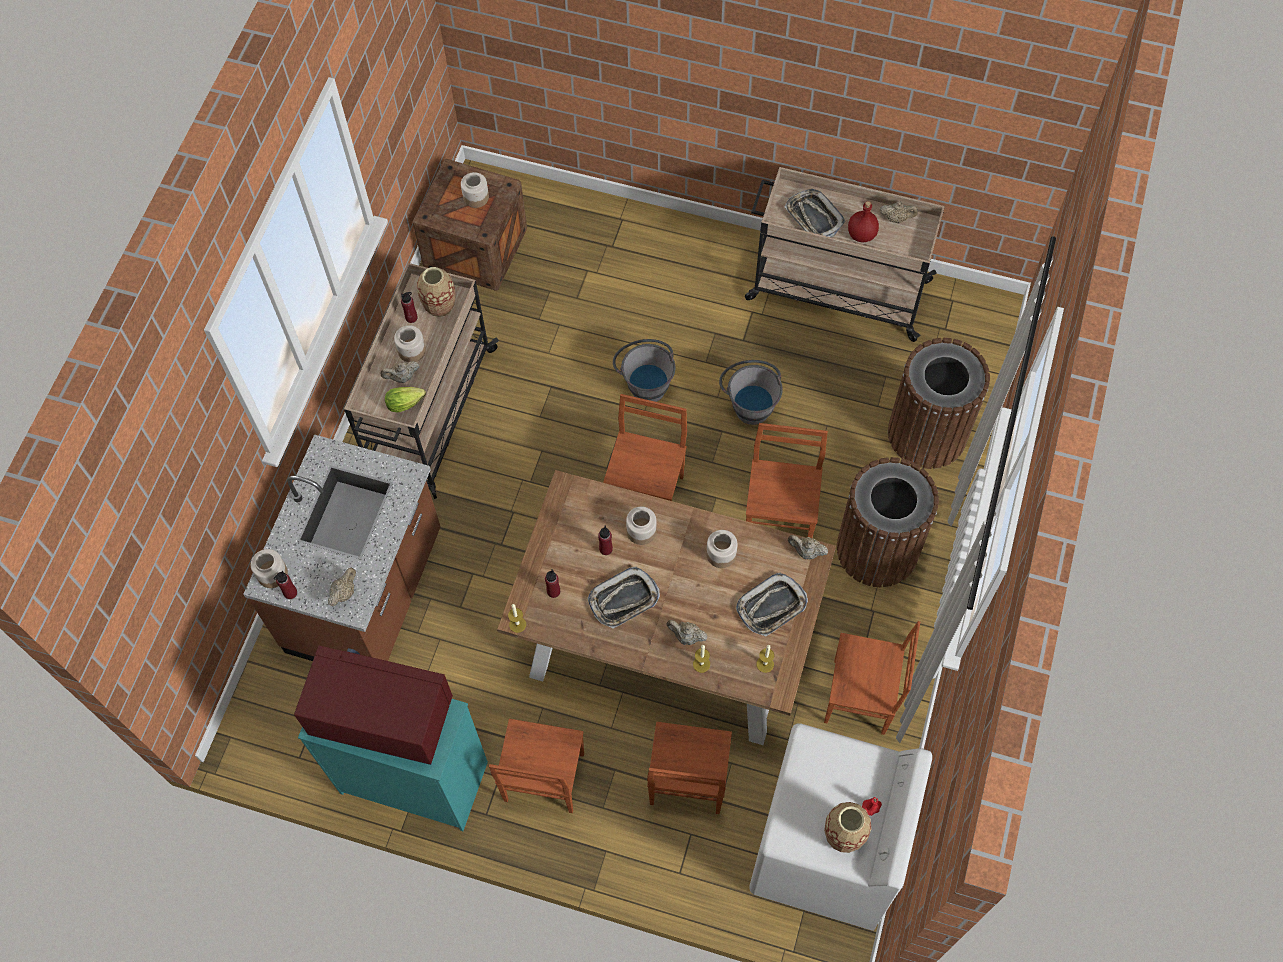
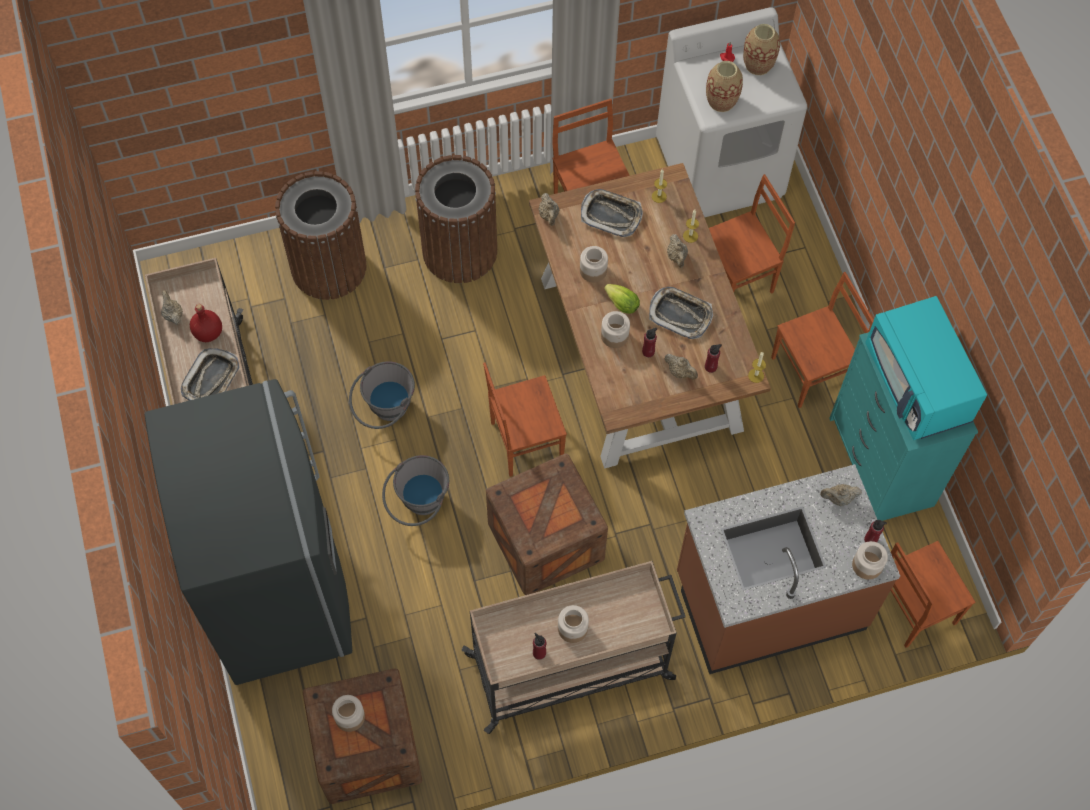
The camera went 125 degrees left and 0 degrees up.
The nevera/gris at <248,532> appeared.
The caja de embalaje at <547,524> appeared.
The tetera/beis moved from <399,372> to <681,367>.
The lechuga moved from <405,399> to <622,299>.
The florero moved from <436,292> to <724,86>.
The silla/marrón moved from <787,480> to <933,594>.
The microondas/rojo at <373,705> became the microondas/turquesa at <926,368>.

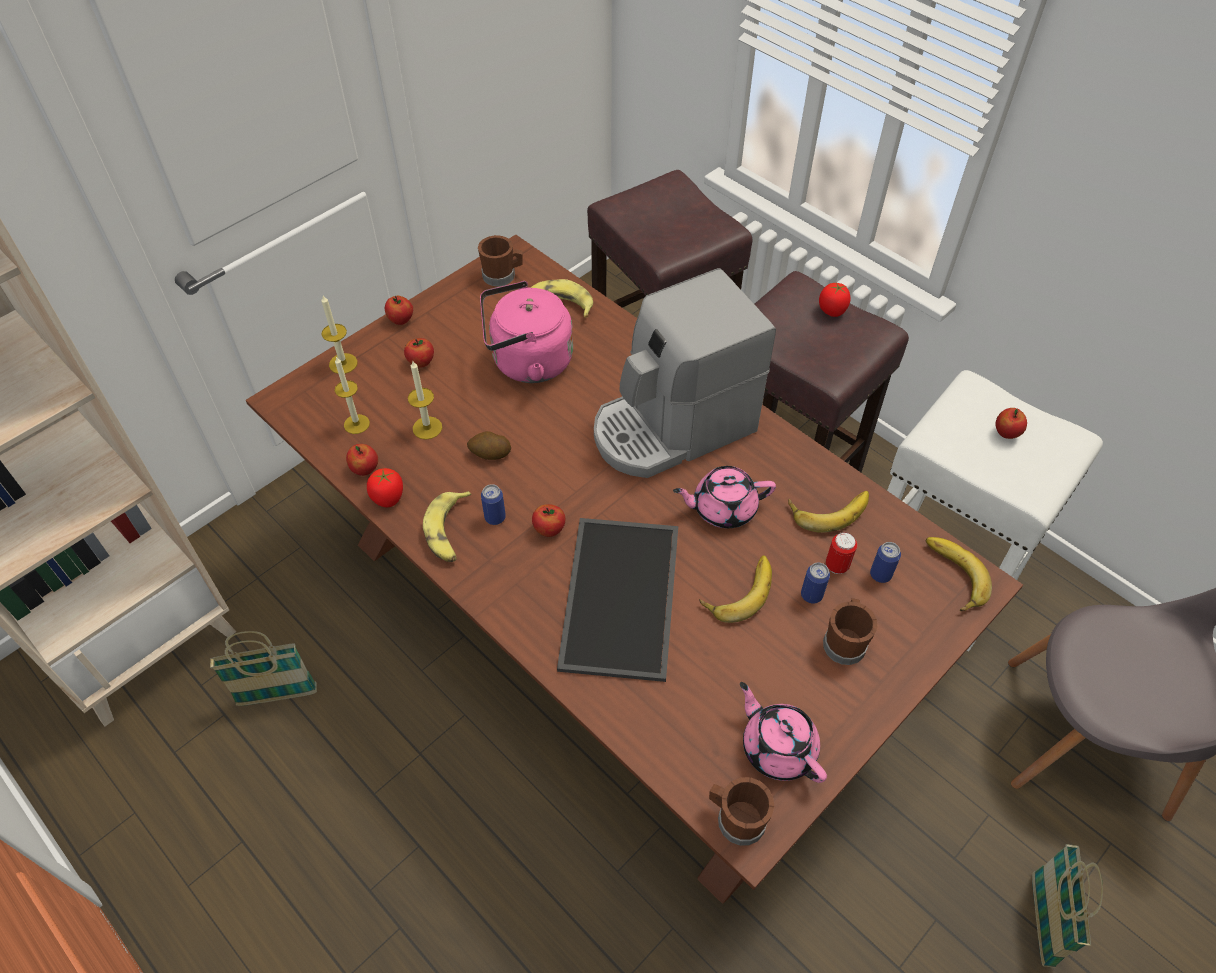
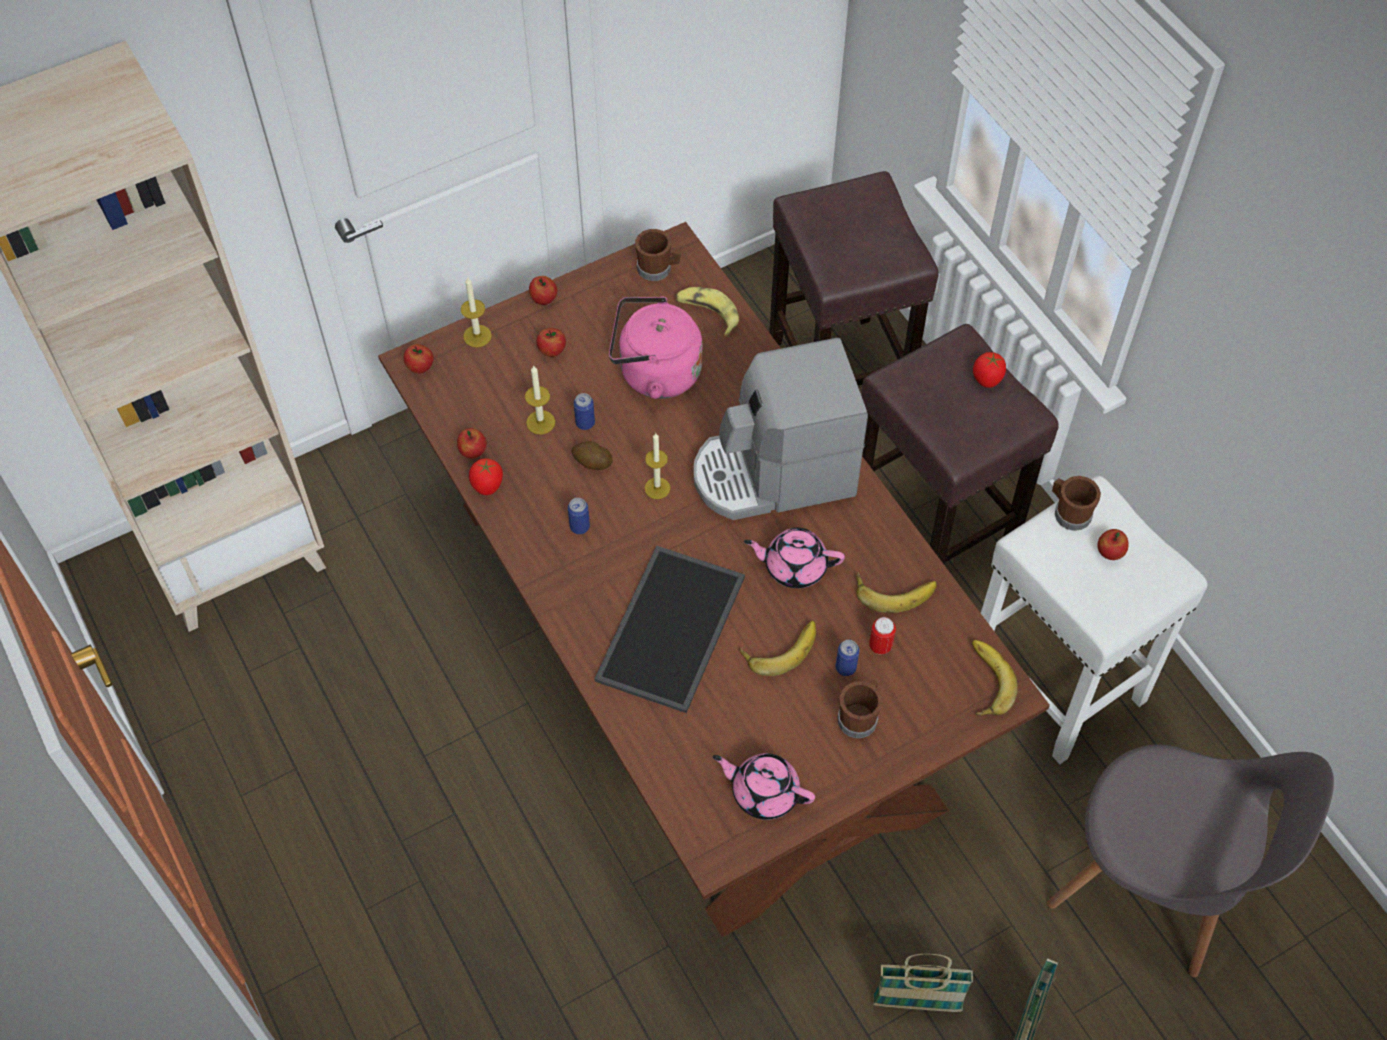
The camera went 15 degrees right and 5 degrees up.
The plátano at <447,526> disappeared.
The cesta moved from <263,668> to <923,983>.
The vela moved from <352,395> to <657,466>.
The manzana moved from <548,520> to <419,359>.
The taza grande/marrón moved from <741,811> to <1076,503>.
The lata moved from <885,562> to <584,411>.
The tetera/rosa at <783,732> turned 45 degrees counterclockwise.

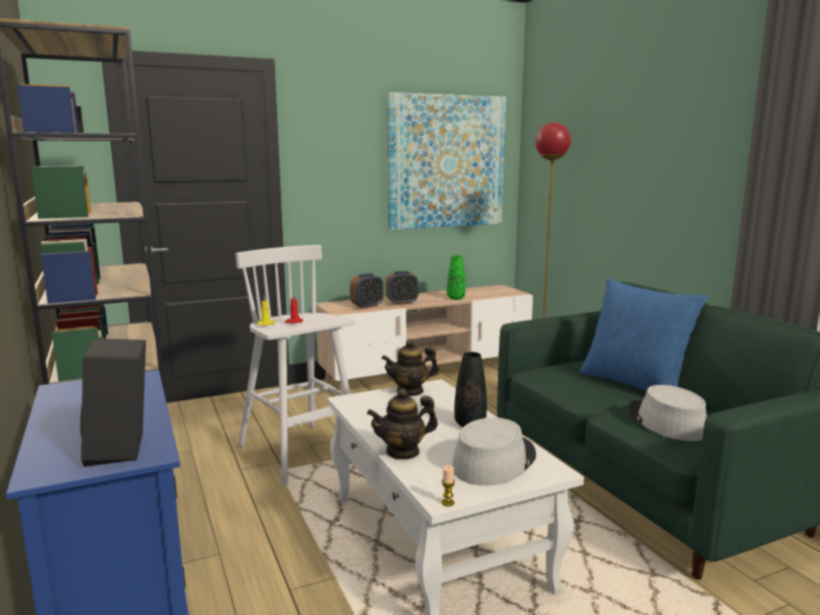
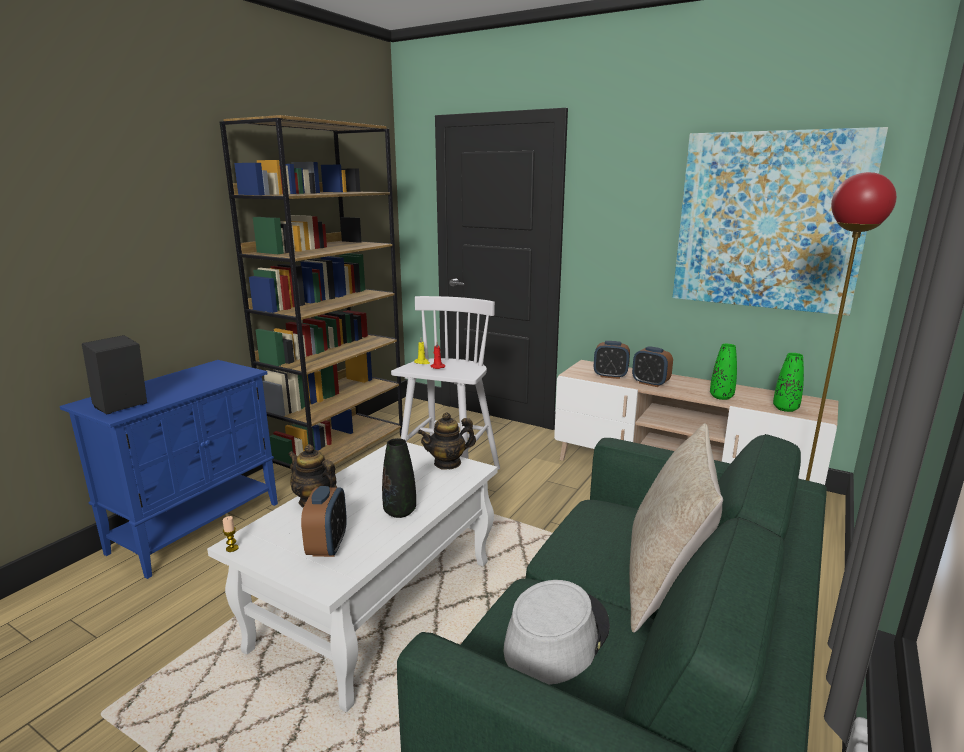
The camera went 55 degrees right and 5 degrees up.
The florero/verde at <788,382> appeared.
The sombrero/gris at <494,452> was replaced by the despertador at <324,521>.
The cojín/azul at <643,334> became the cojín/beis at <676,528>.
The tetera at <410,367> turned 60 degrees counterclockwise.

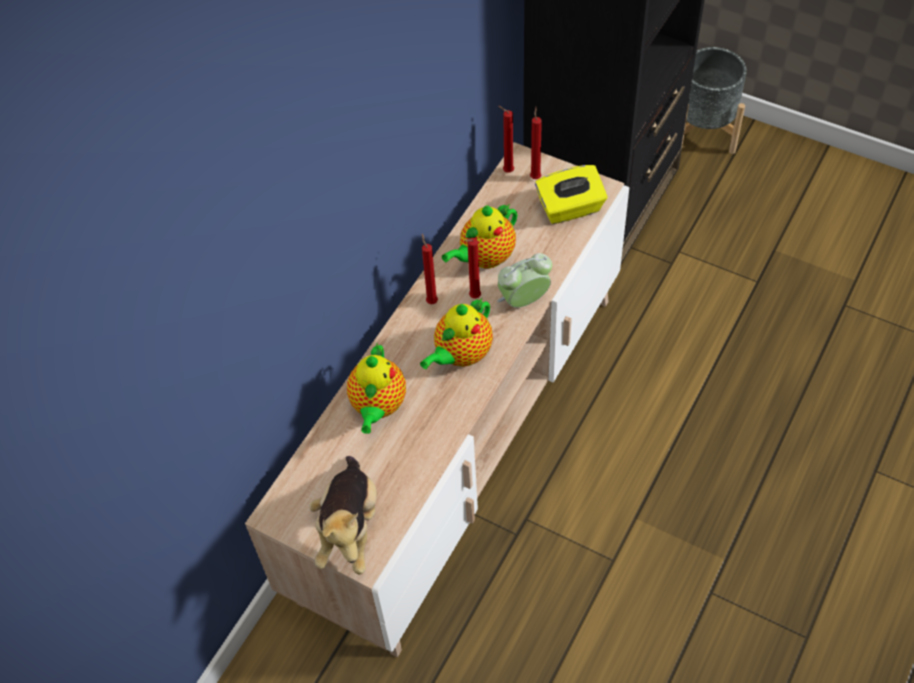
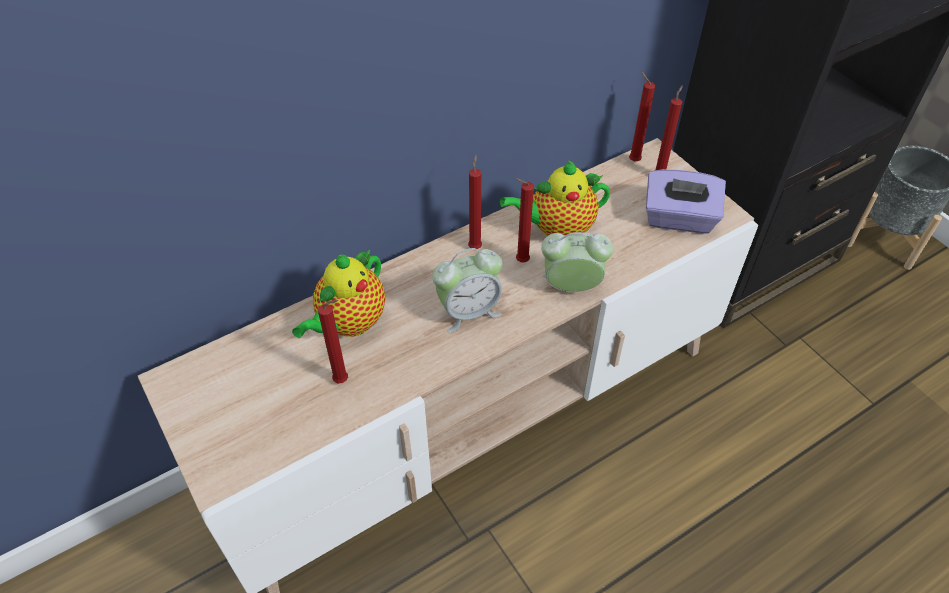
The camera went 25 degrees right and 5 degrees down.
The peluche at <343,515> disappeared.
The vela/rojo at <333,342> appeared.
The tetera at <456,333> was replaced by the despertador at <467,290>.
The caja de pañuelos/amarillo at <571,194> became the caja de pañuelos/morado at <686,201>.

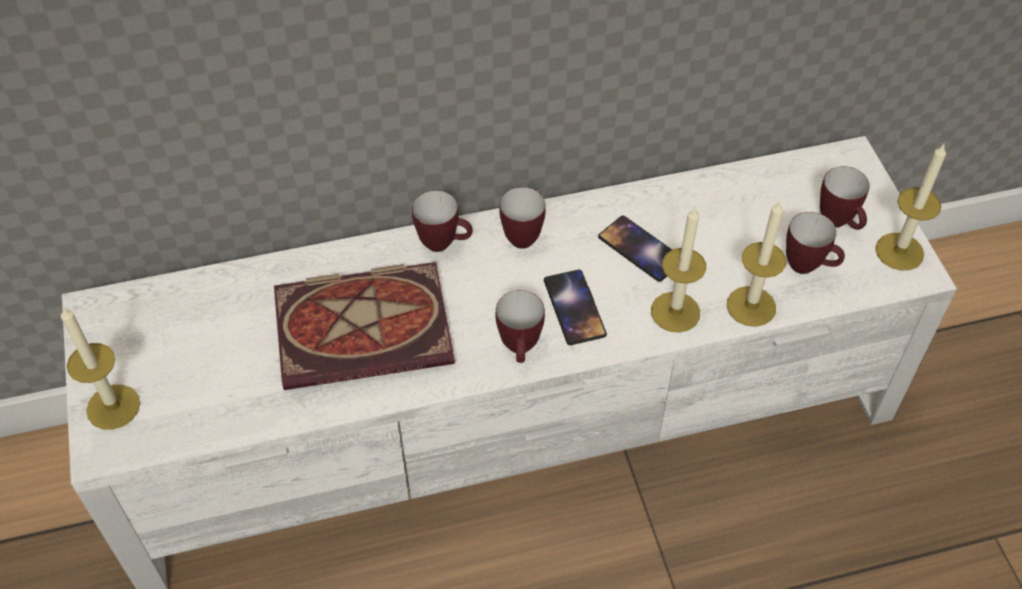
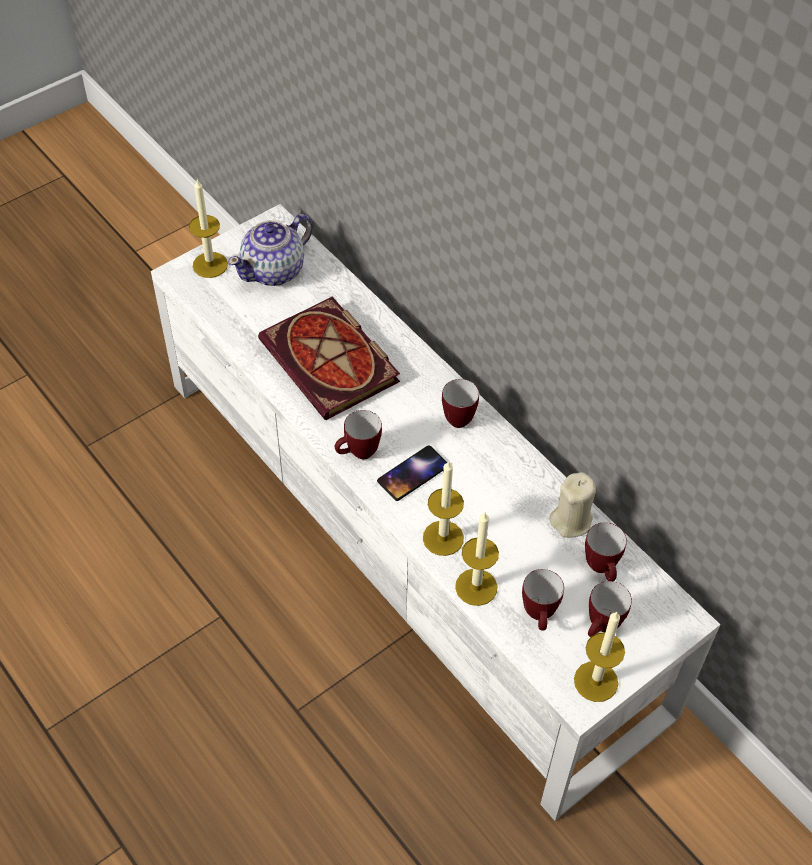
The camera went 65 degrees right and 0 degrees up.
The móvil at <635,249> disappeared.
The tetera at <270,250> appeared.
The vela/beis at <572,505> appeared.
The taza grande moved from <442,221> to <606,551>.

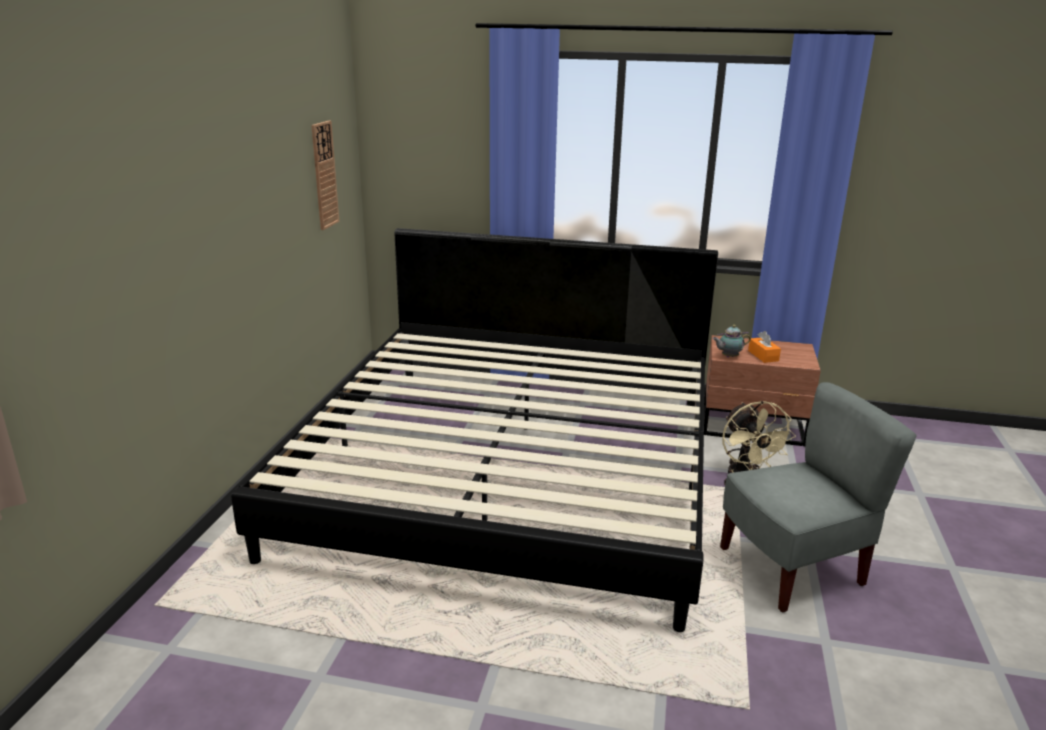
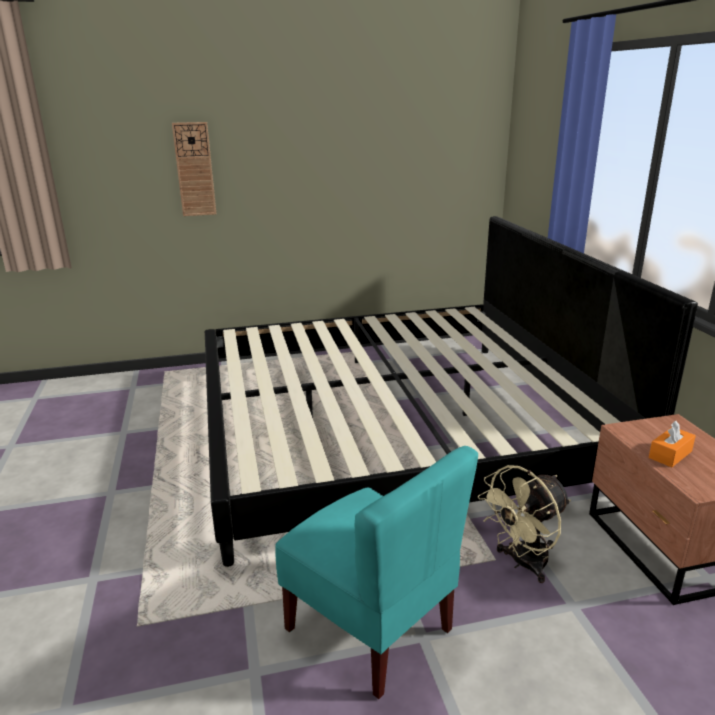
The camera went 65 degrees right and 0 degrees up.
The tetera at <731,341> disappeared.
The reloj de pared moved from <325,175> to <194,169>.
The silla/gris at <818,497> became the silla/turquesa at <376,572>.

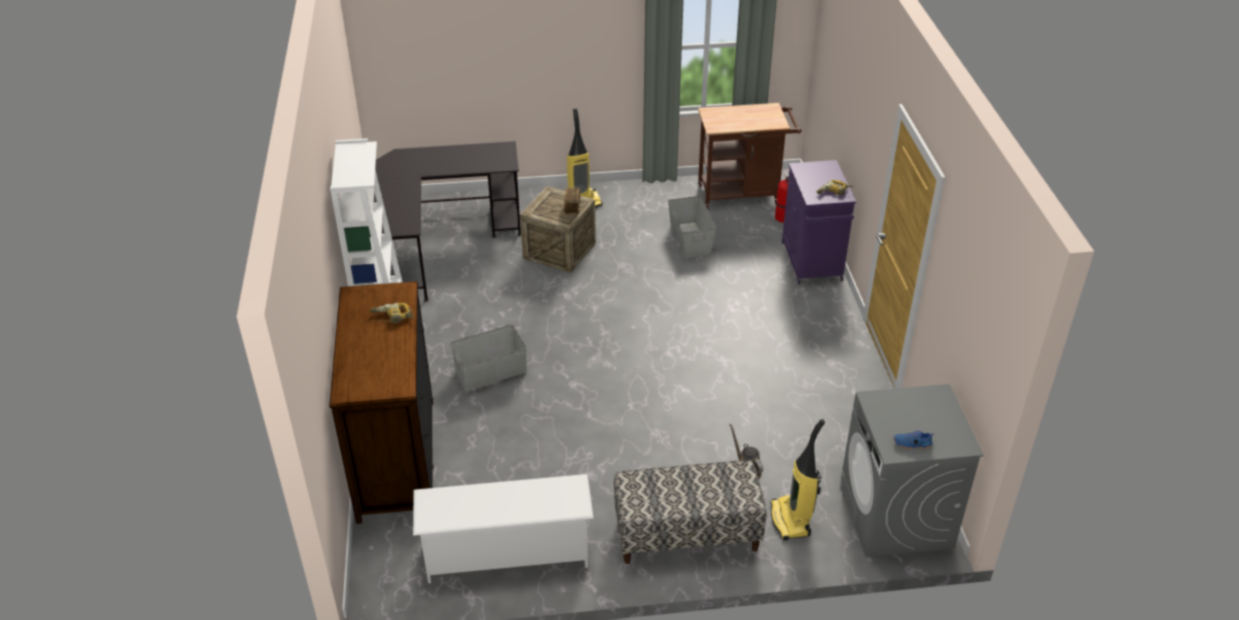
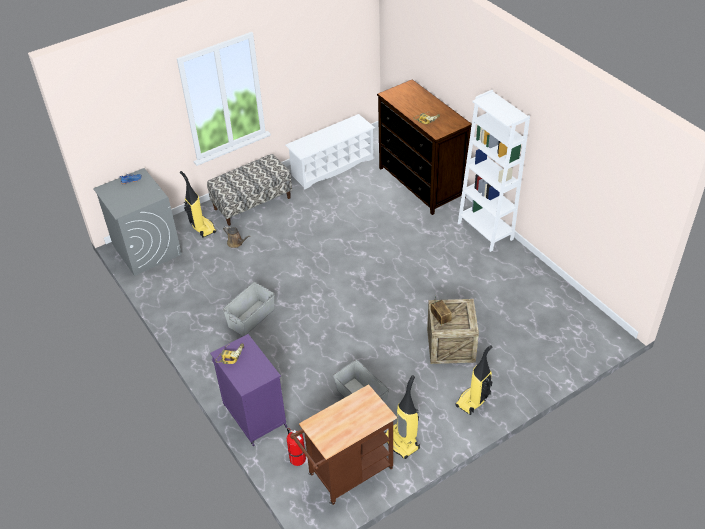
The camera went 155 degrees right and 5 degrees up.
The escritorio/negro at <447,221> disappeared.
The aspiradora at <402,417> appeared.
The caja de almacenaje/gris moved from <489,358> to <249,309>.

